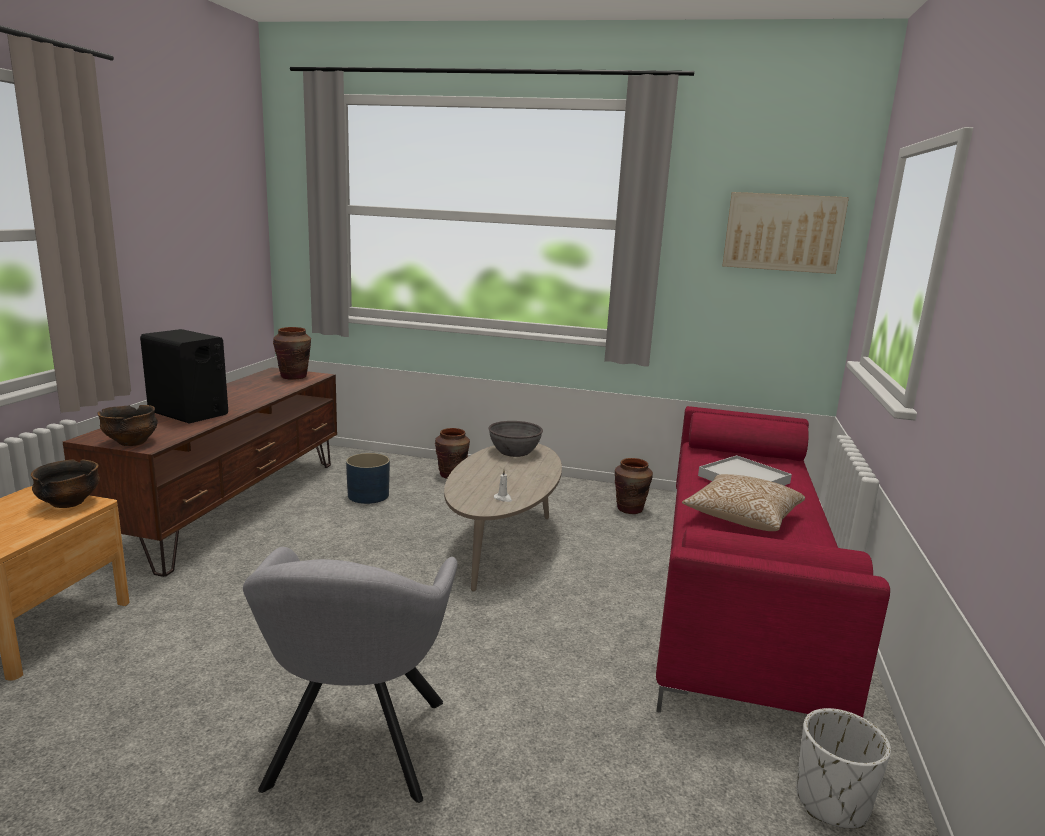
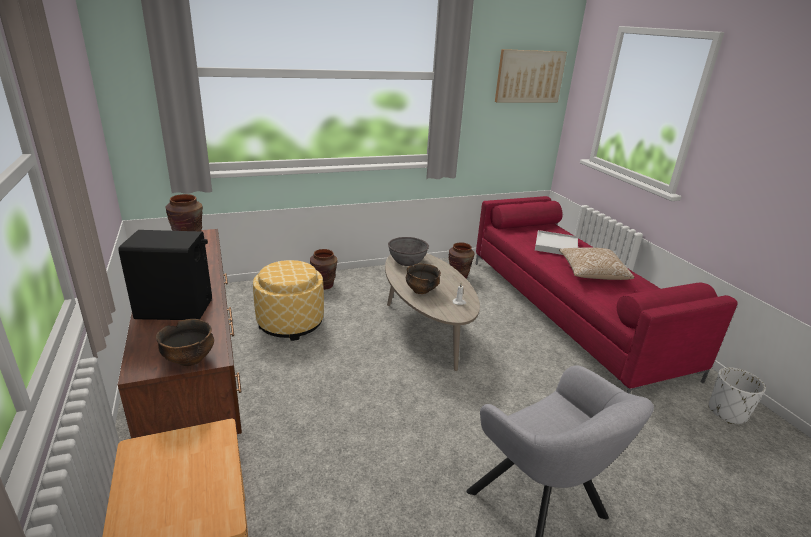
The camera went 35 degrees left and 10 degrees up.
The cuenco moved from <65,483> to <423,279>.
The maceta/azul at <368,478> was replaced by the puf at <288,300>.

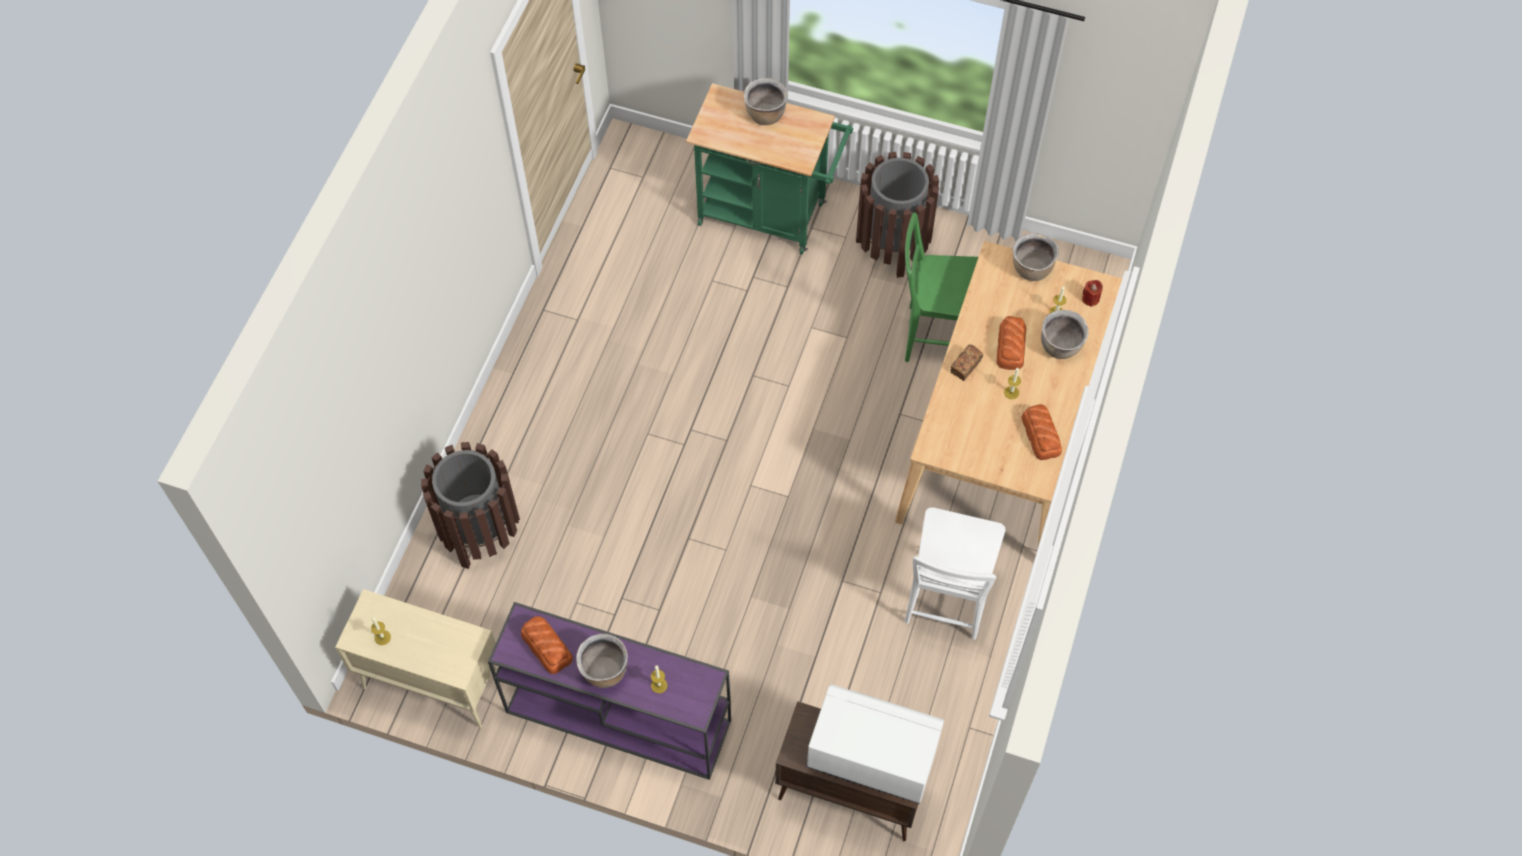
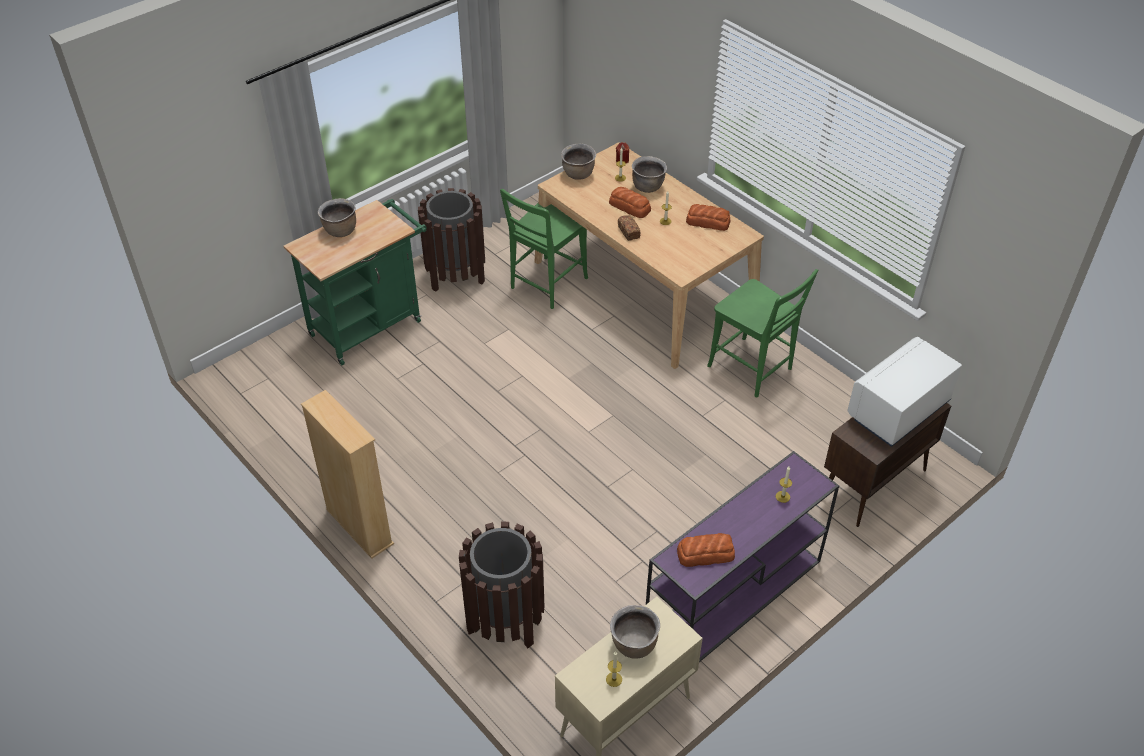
The camera went 60 degrees left and 15 degrees down.
The estantería/beis at <347,474> appeared.
The olla/marrón moved from <602,661> to <635,632>.
The silla/blanco at <955,573> became the silla/verde at <762,333>.

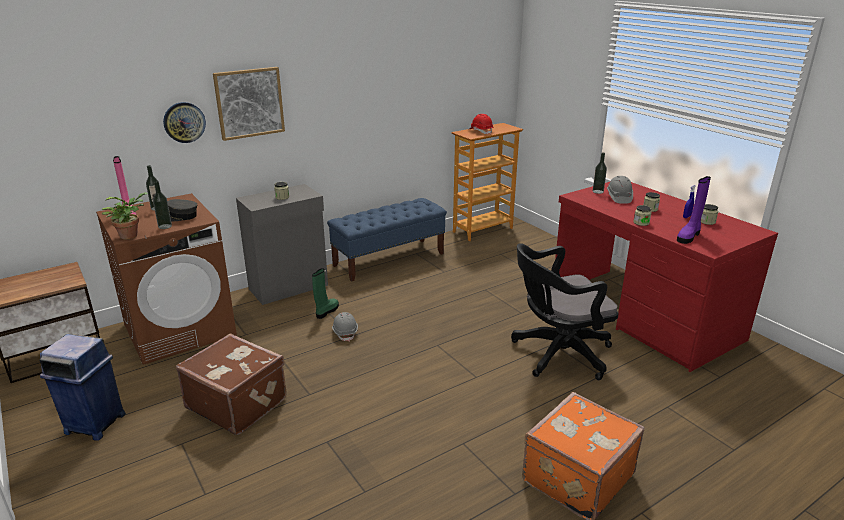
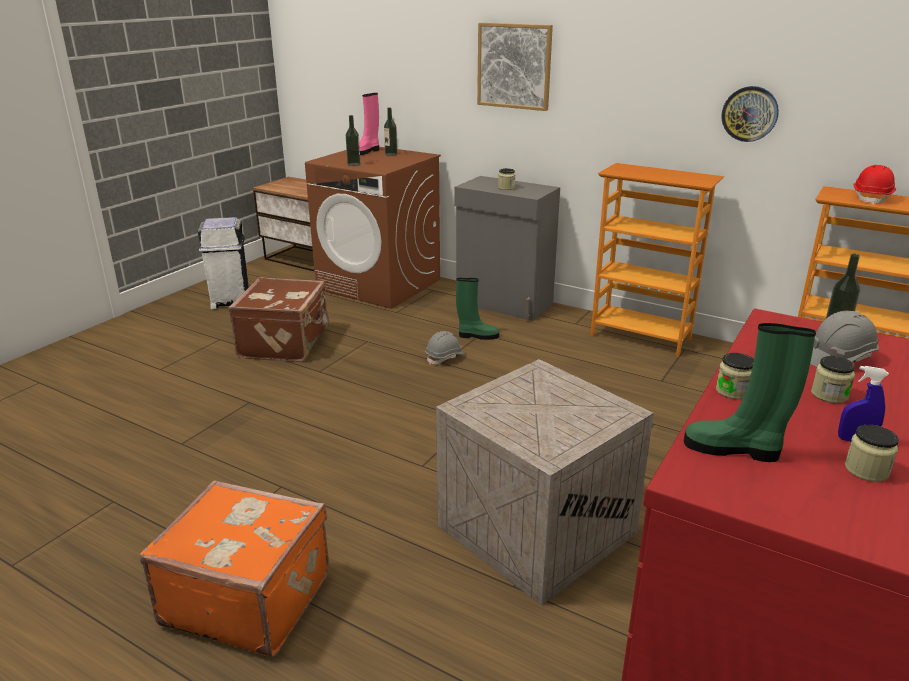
The camera went 65 degrees right and 0 degrees up.
The planta en maceta at <125,215> disappeared.
The gorra/gris at <182,210> disappeared.
The reloj de pared moved from <184,122> to <750,114>.
The banco/azul at <387,240> was replaced by the estantería at <657,260>.
The silla de oficina/negro at <565,311> was replaced by the caja de embalaje at <545,482>.
The papelera/azul at <82,387> became the papelera/blanco at <223,263>.
The bota/morado at <694,210> became the bota/verde at <750,392>.

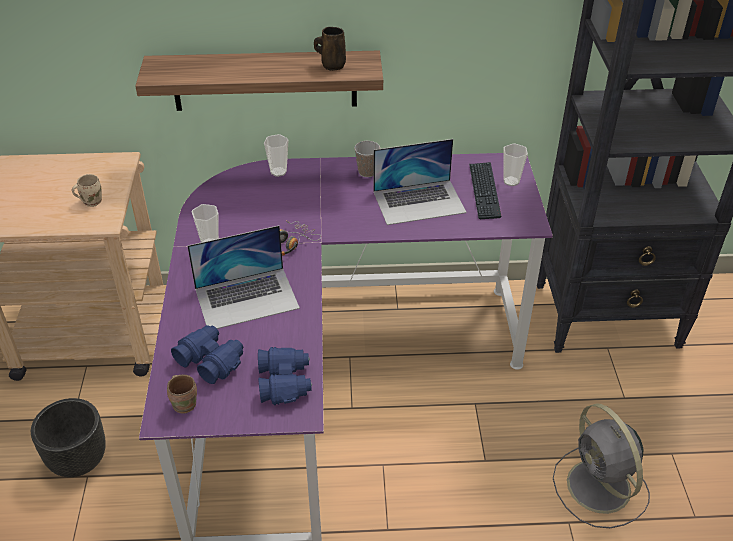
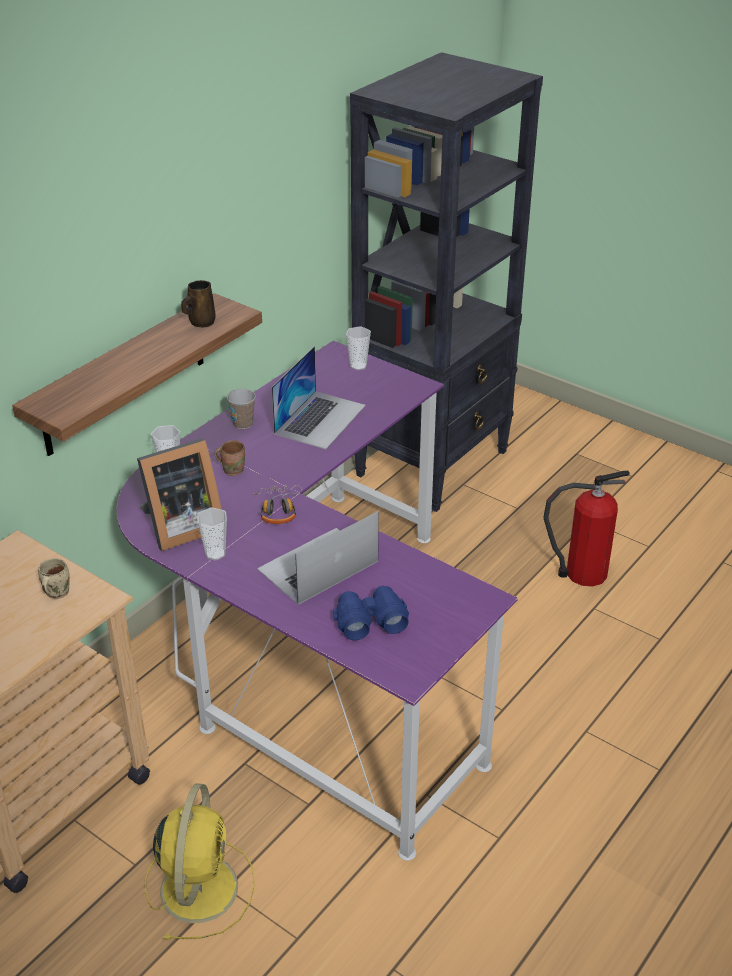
The camera went 50 degrees left and 5 degrees down.
The prismáticos/azul at <285,376> disappeared.
The teclado at <485,190> disappeared.
The portarretratos at <179,494> appeared.
The taza grande/marrón moved from <182,394> to <229,458>.
The maceta/negro at <68,437> was replaced by the ventilador/amarillo at <200,861>.
The ventilador/gris at <601,465> was replaced by the extintor at <586,529>.
The portátil at <243,277> turned 150 degrees counterclockwise.

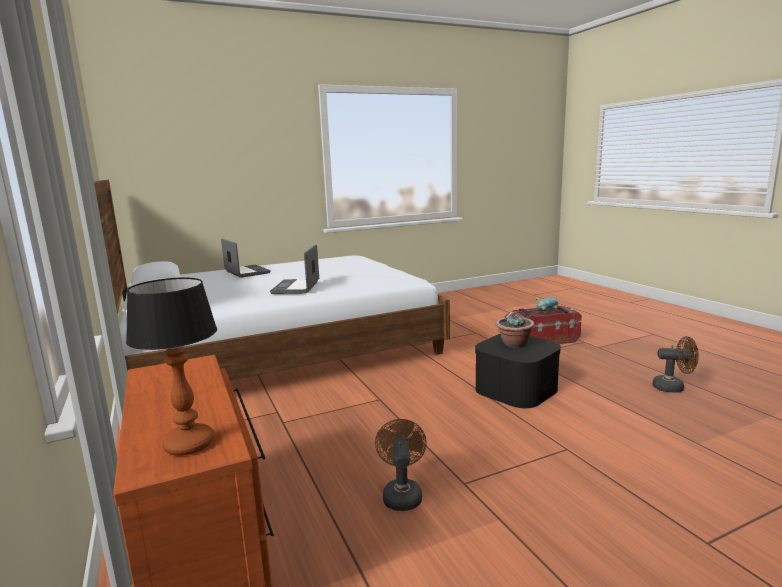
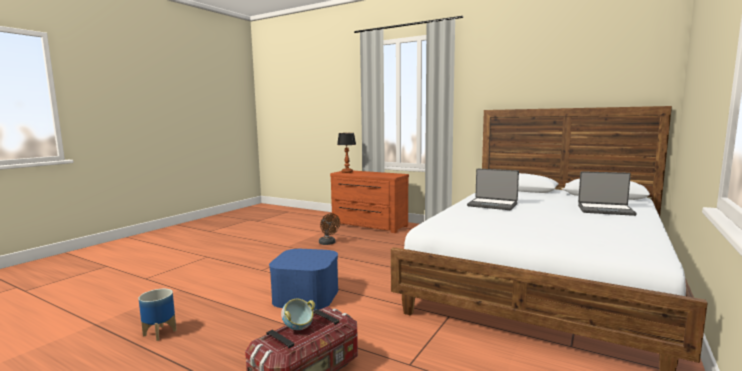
The camera went 145 degrees right and 5 degrees down.
The planta en maceta at <515,331> disappeared.
The ventilador/marrón at <675,364> was replaced by the maceta at <157,315>.
The caja de almacenaje/negro at <518,371> became the caja de almacenaje/azul at <303,279>.
The portátil at <294,269> turned 150 degrees clockwise.

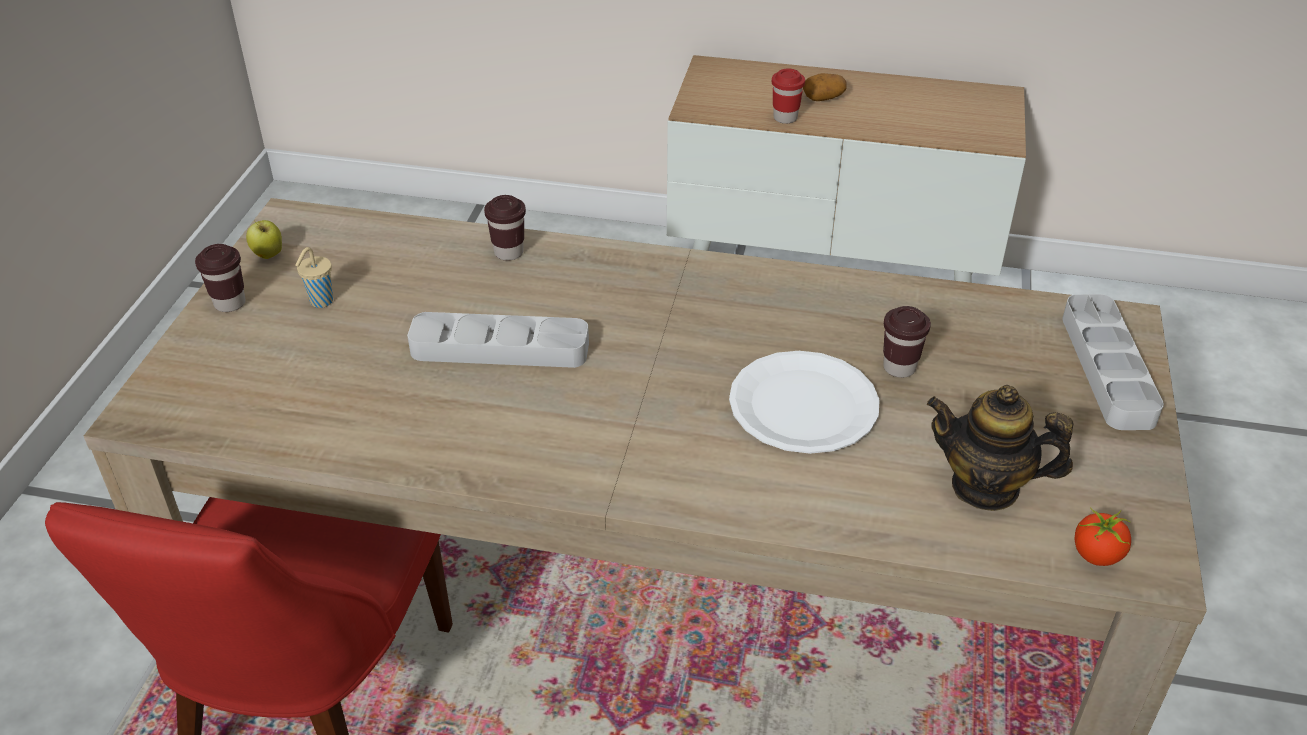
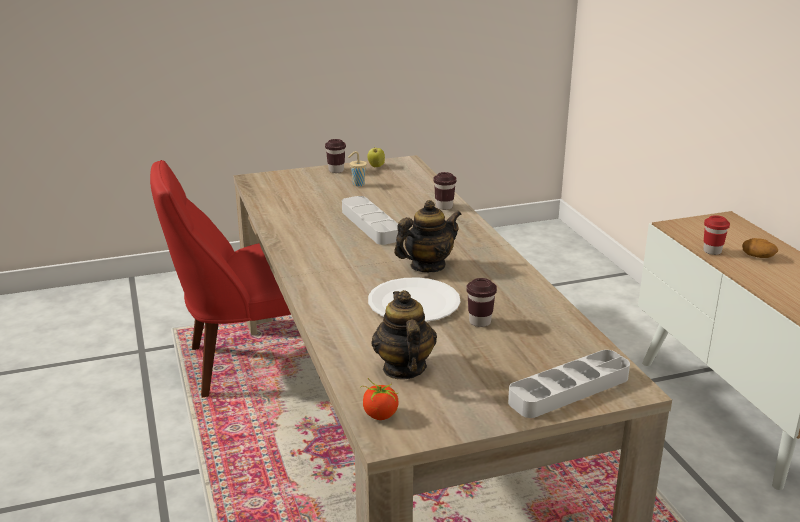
The camera went 60 degrees right and 15 degrees down.
The tetera at <427,236> appeared.

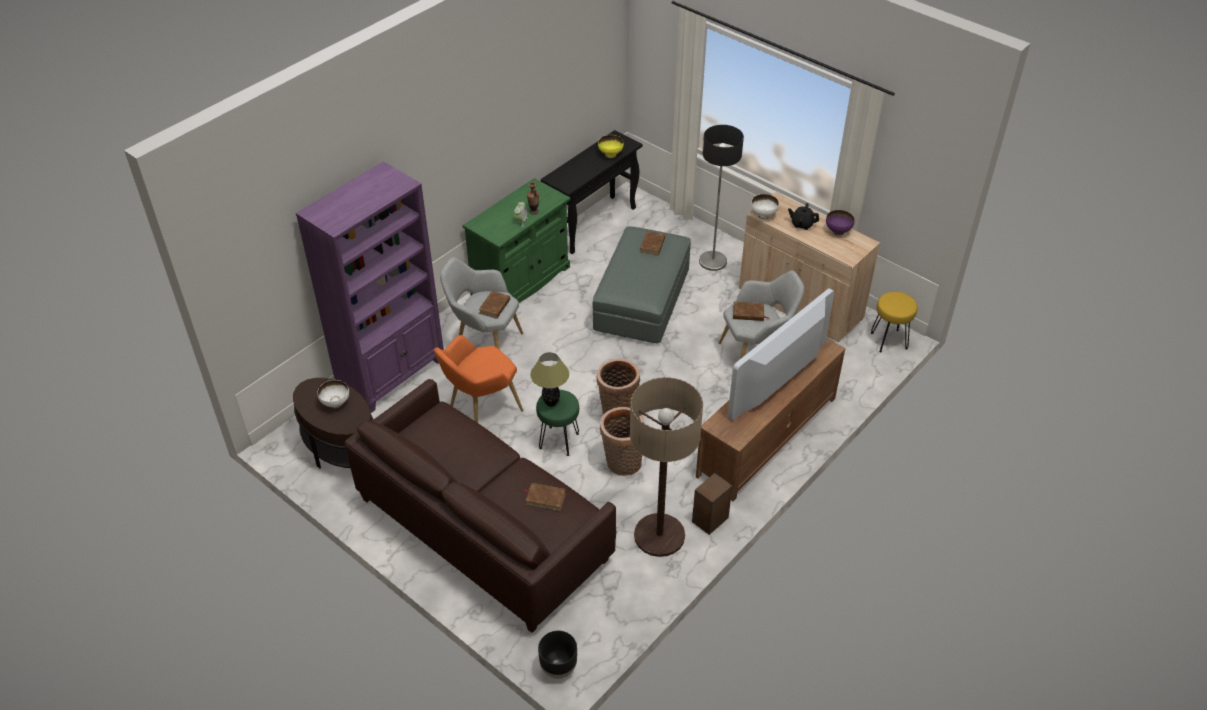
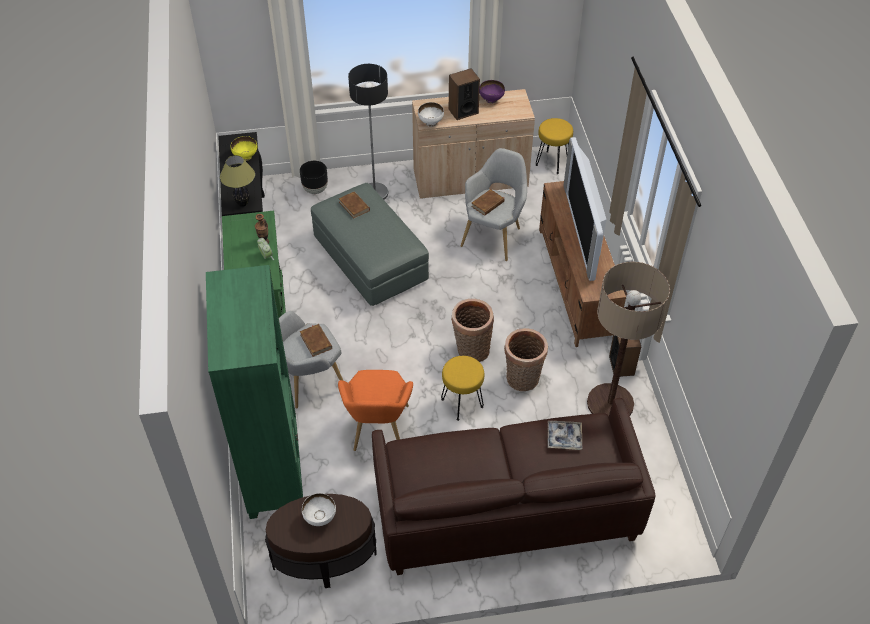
The camera went 50 degrees left and 5 degrees up.
The lámpara de mesa moved from <549,379> to <237,181>.
The maceta/negro moved from <557,655> to <314,177>.
The libro/marrón at <545,497> was replaced by the bandeja at <565,435>.
The tetera/negro at <803,216> was replaced by the altavoz at <464,94>.
The estantería/morado at <370,287> became the estantería/verde at <254,392>.
The taburete/verde at <557,423> became the taburete/amarillo at <462,388>.

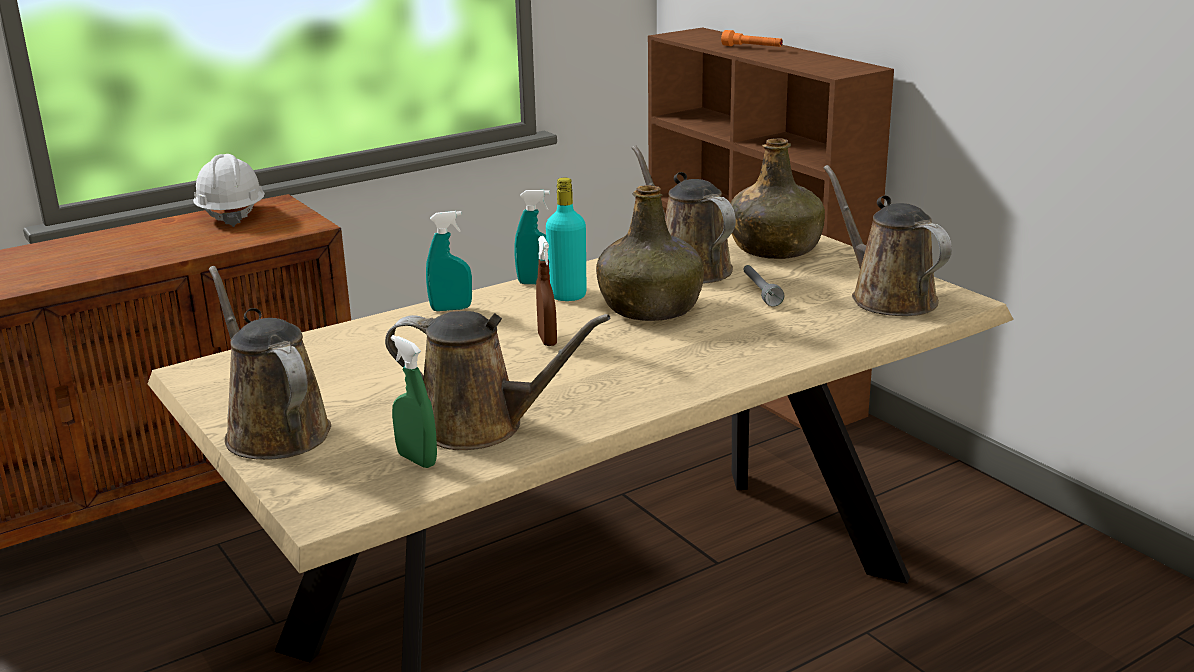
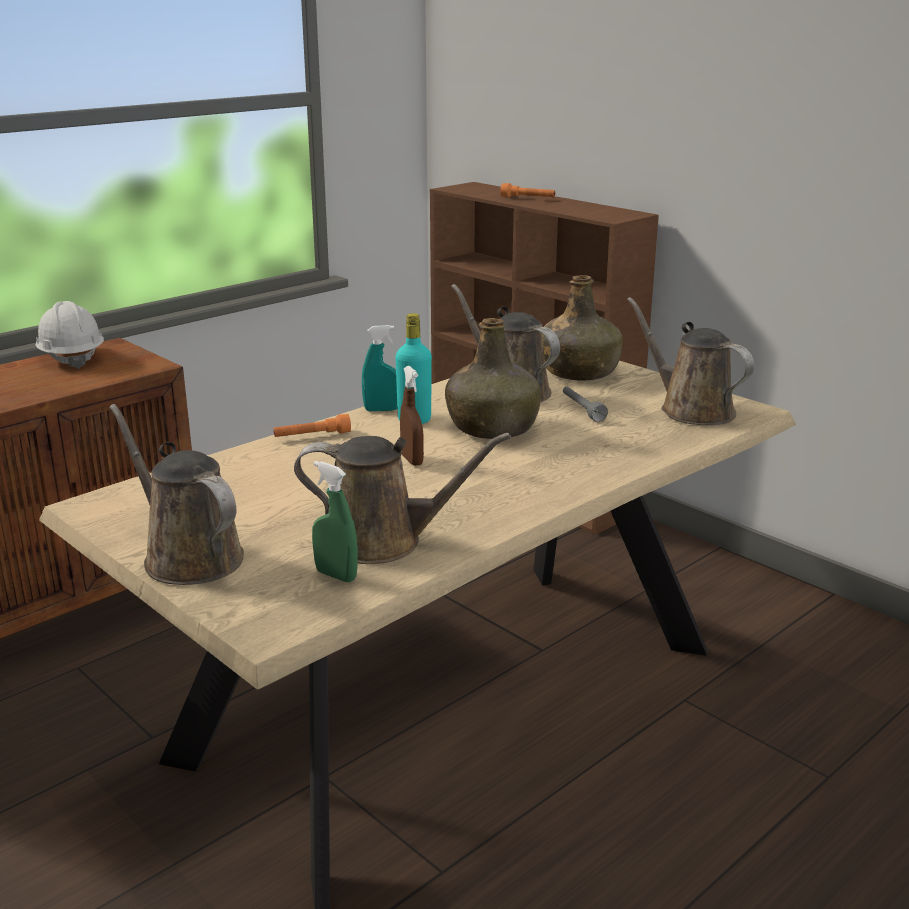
The camera went 10 degrees left and 0 degrees up.
The pulverizador/turquesa at <449,261> was replaced by the linterna/naranja at <312,425>.

